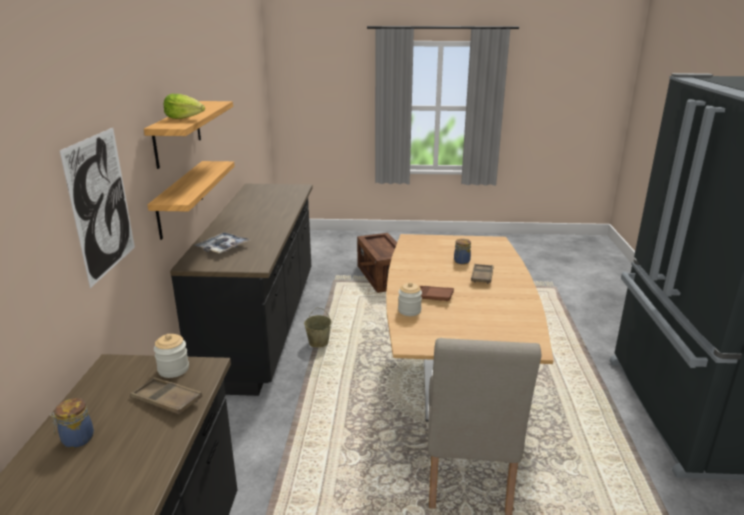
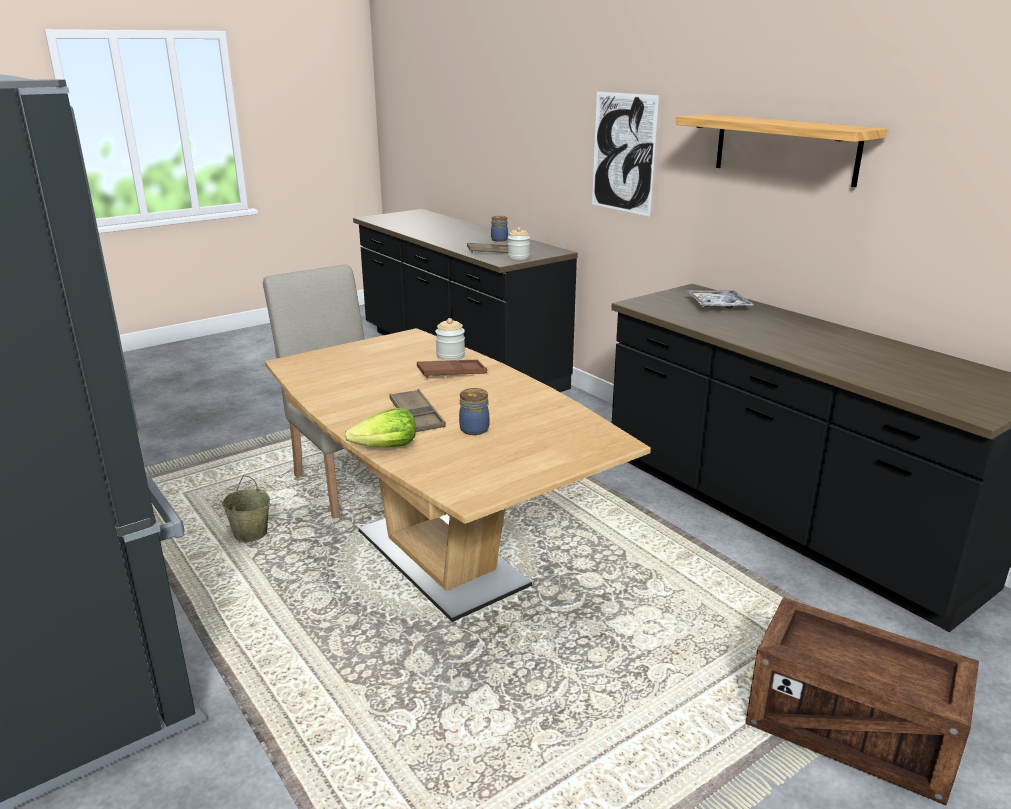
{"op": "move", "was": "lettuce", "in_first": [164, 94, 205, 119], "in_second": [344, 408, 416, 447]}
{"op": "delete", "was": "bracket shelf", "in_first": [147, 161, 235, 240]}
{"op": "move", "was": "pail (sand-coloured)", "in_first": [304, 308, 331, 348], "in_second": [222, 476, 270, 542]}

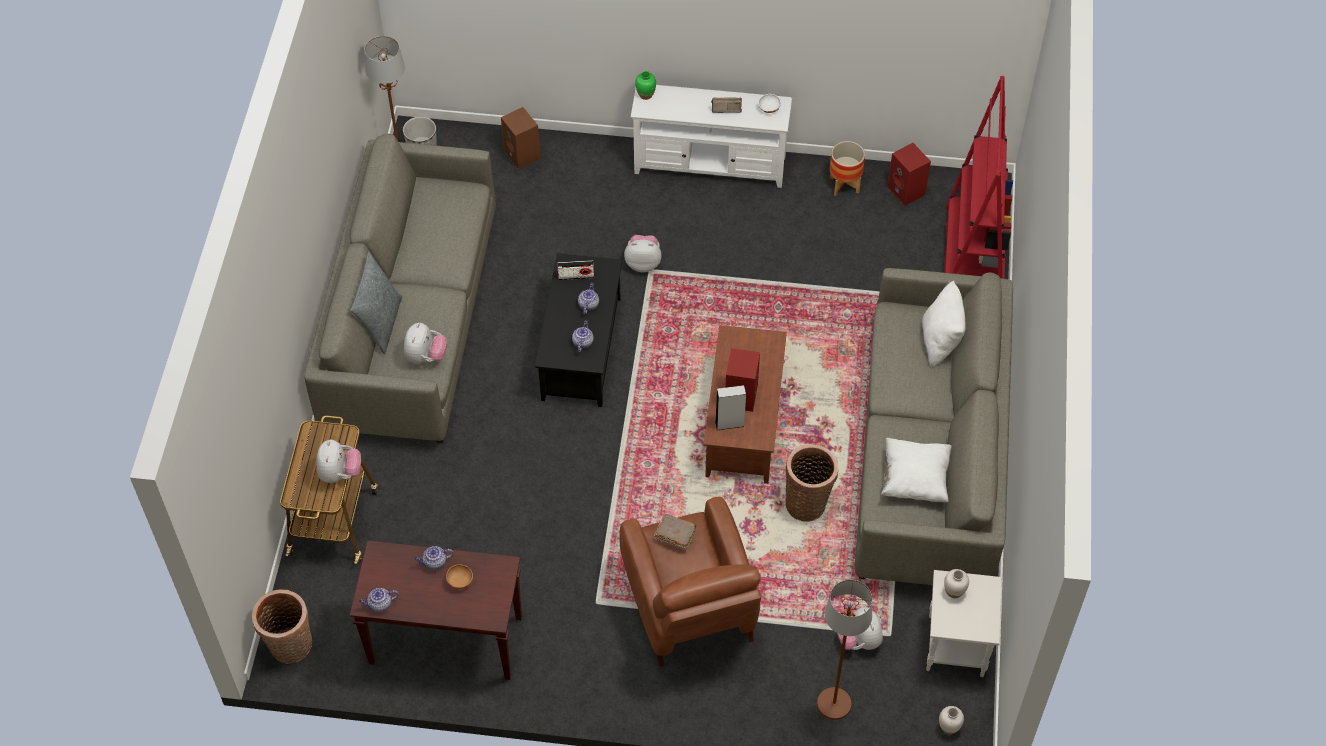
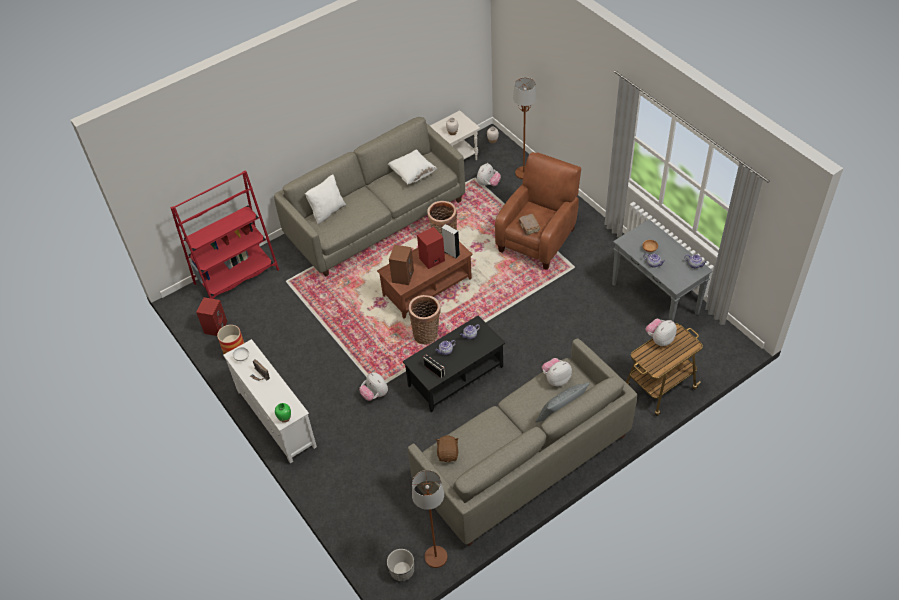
{"op": "move", "was": "audio speaker (brown)", "in_first": [501, 107, 541, 169], "in_second": [389, 245, 414, 285]}
{"op": "recolor", "was": "console table (brown)", "now": "console table (gray)", "in_first": [350, 541, 522, 680], "in_second": [612, 219, 713, 322]}
{"op": "move", "was": "basket", "in_first": [252, 590, 312, 664], "in_second": [408, 295, 440, 344]}
{"op": "insert", "now": "cuddly toy (brown)", "in_second": [436, 435, 459, 462]}

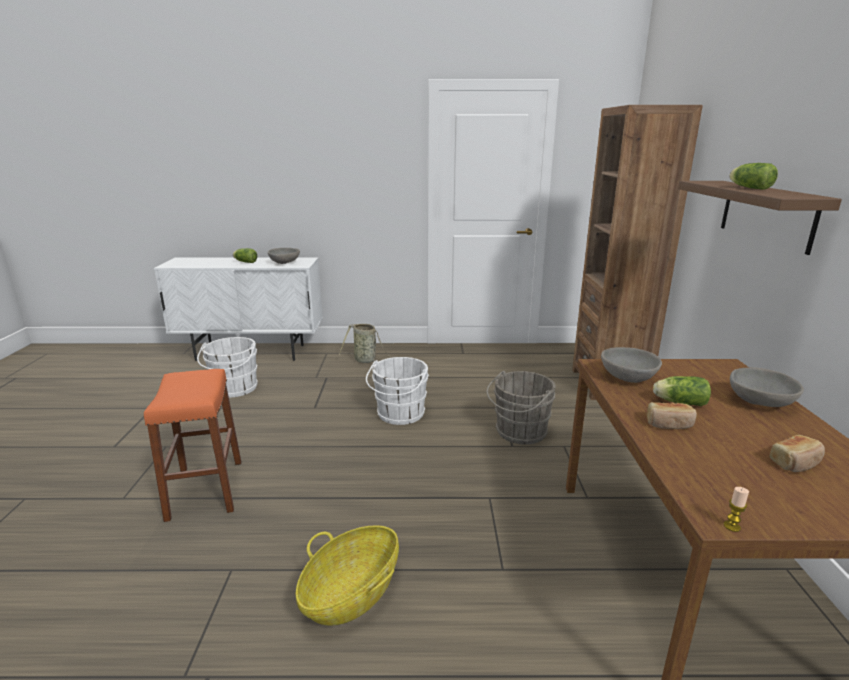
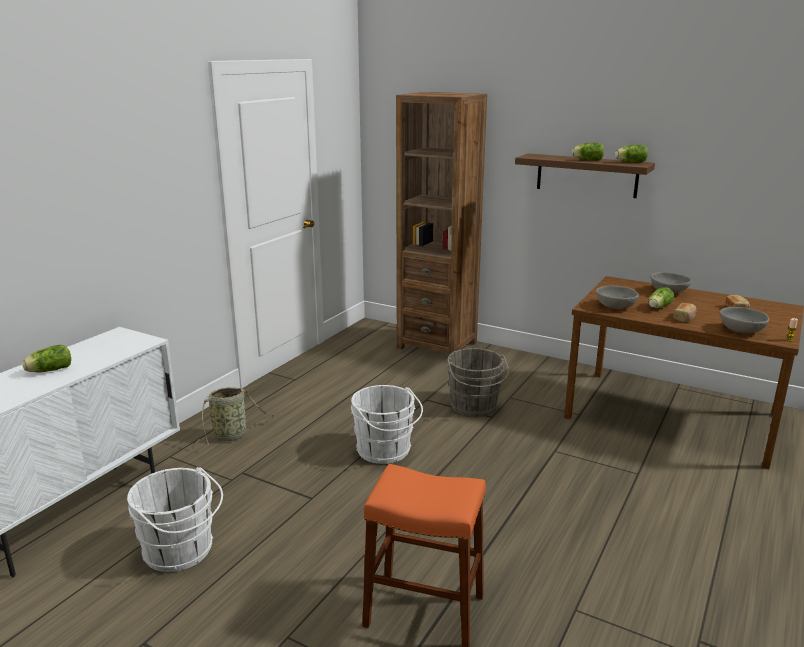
{"op": "move", "was": "serving bowl (gray)", "in_first": [268, 248, 300, 264], "in_second": [720, 307, 769, 333]}
{"op": "delete", "was": "basket", "in_first": [296, 525, 399, 626]}
{"op": "insert", "now": "lettuce", "in_second": [615, 145, 648, 163]}

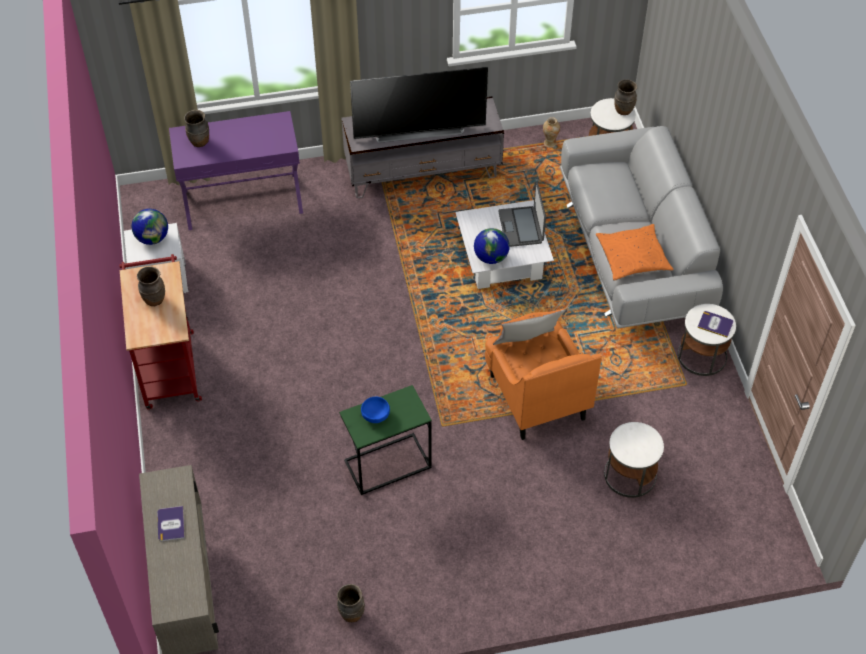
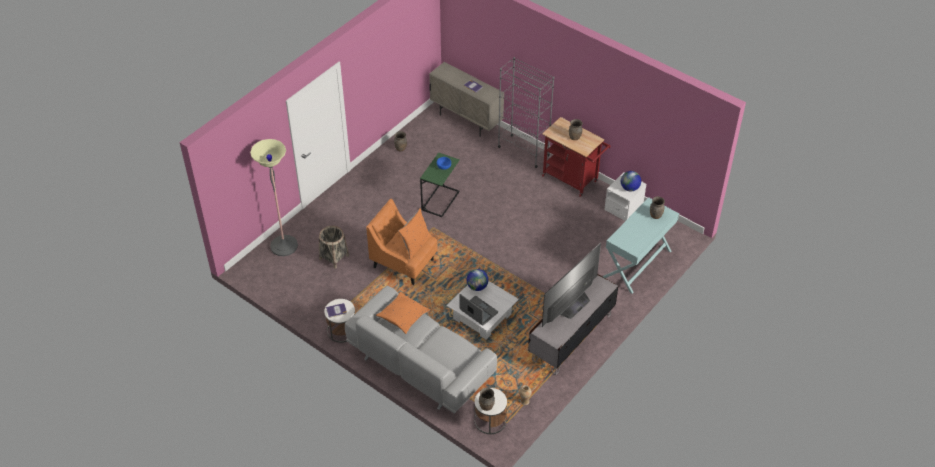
{"op": "recolor", "was": "console table (purple)", "now": "console table (turquoise-coloured)", "in_first": [169, 111, 303, 230], "in_second": [603, 197, 679, 294]}
{"op": "replace", "was": "accent table (white-coloured)", "now": "basket", "in_first": [604, 422, 664, 498], "in_second": [319, 226, 349, 269]}
{"op": "insert", "now": "bookshelf (gray)", "in_second": [498, 57, 554, 168]}
{"op": "insert", "now": "floor lamp", "in_second": [250, 139, 298, 256]}

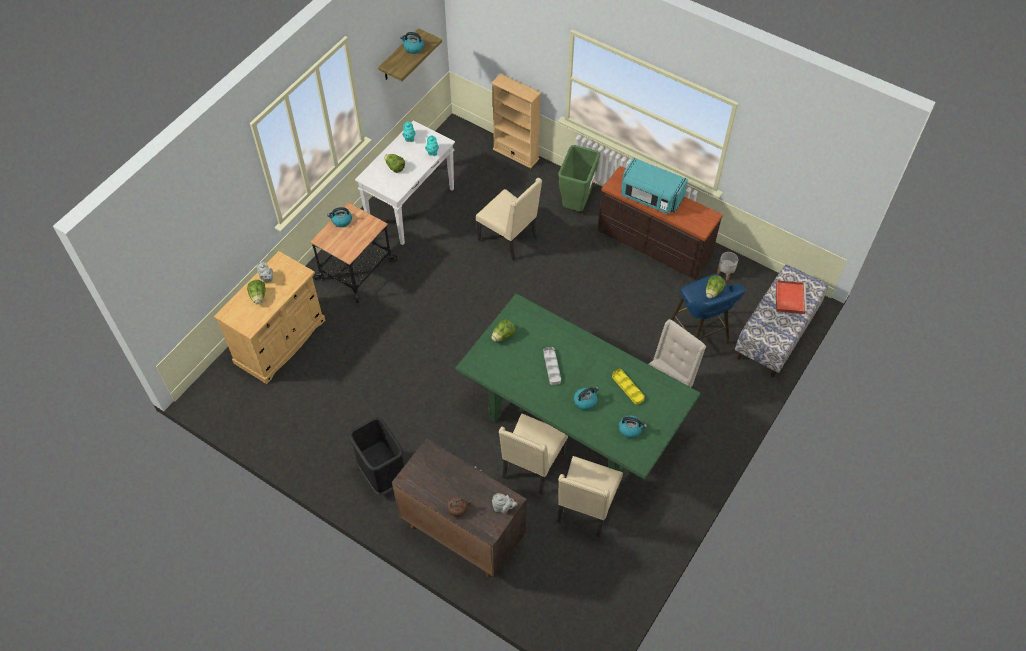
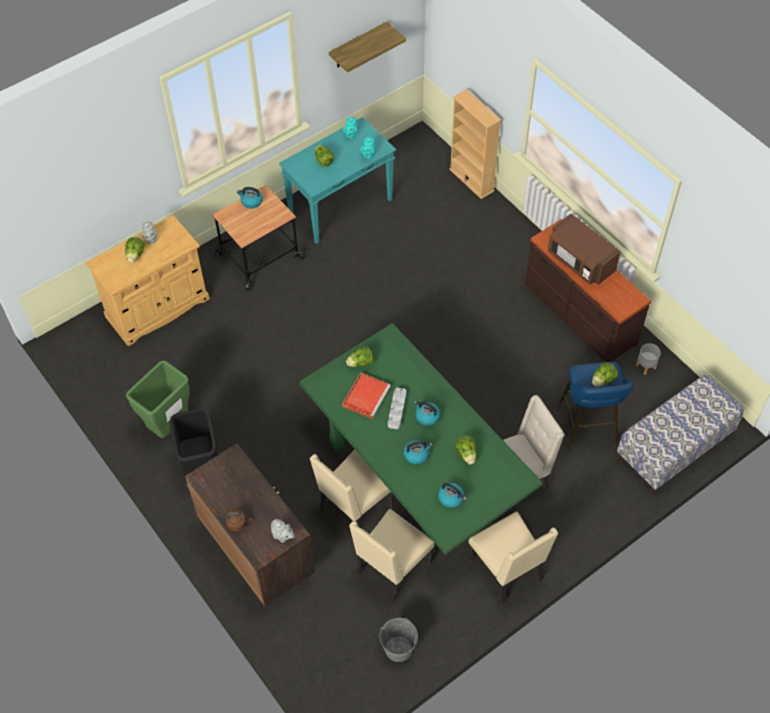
{"op": "move", "was": "water kettle", "in_first": [400, 32, 424, 54], "in_second": [414, 401, 440, 426]}
{"op": "recolor", "was": "console table (white-coloured)", "now": "console table (turquoise-coloured)", "in_first": [355, 121, 455, 245], "in_second": [279, 117, 396, 244]}
{"op": "move", "was": "waste bin (green-coloured)", "in_first": [558, 145, 600, 211], "in_second": [126, 360, 190, 438]}
{"op": "recolor", "was": "kitchen microwave (turquoise-coloured)", "now": "kitchen microwave (brown)", "in_first": [621, 158, 688, 214], "in_second": [548, 214, 621, 285]}
{"op": "move", "was": "chair (sand-coloured)", "in_first": [476, 178, 542, 261], "in_second": [468, 511, 558, 603]}
{"op": "move", "was": "serving tray (reddish)", "in_first": [776, 280, 807, 314], "in_second": [342, 372, 391, 419]}
{"op": "replace", "was": "serving tray (yellow-coloured)", "now": "lettuce", "in_first": [612, 369, 645, 405], "in_second": [455, 436, 477, 465]}
{"op": "insert", "now": "pail (gray)", "in_second": [380, 618, 418, 662]}

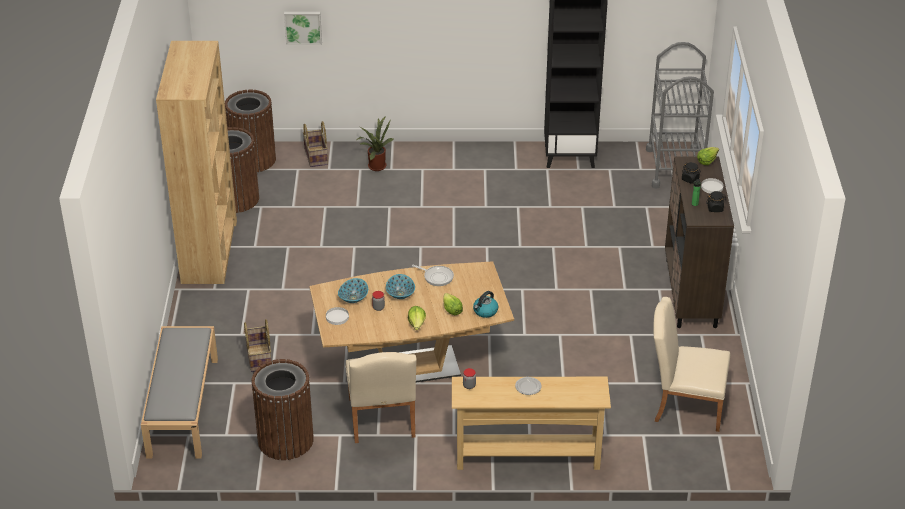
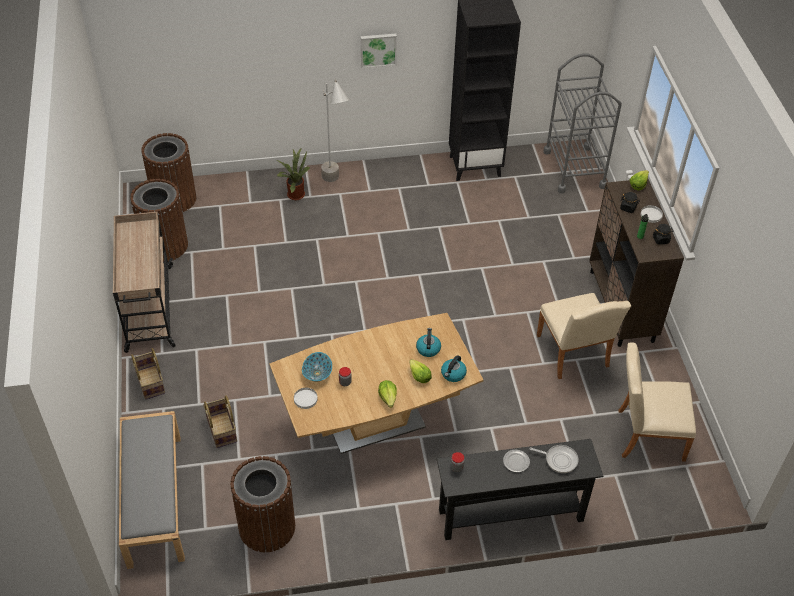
{"op": "move", "was": "picture", "in_first": [284, 12, 322, 45], "in_second": [361, 34, 397, 68]}
{"op": "replace", "was": "bookshelf (brown)", "now": "wheeled cart (sand-coloured)", "in_first": [156, 41, 237, 284], "in_second": [113, 212, 175, 353]}
{"op": "move", "was": "basket", "in_first": [303, 121, 328, 167], "in_second": [131, 348, 165, 400]}
{"op": "move", "was": "frying pan", "in_first": [412, 265, 454, 286], "in_second": [530, 445, 579, 473]}
{"op": "delete", "was": "serving bowl", "in_first": [386, 274, 415, 299]}
{"op": "move", "was": "chair (sand-coloured)", "in_first": [345, 352, 417, 443], "in_second": [537, 293, 631, 379]}
{"op": "recolor", "was": "console table (sand-coloured)", "now": "console table (black)", "in_first": [452, 377, 611, 470], "in_second": [437, 439, 603, 540]}
{"op": "insert", "now": "floor lamp (gray)", "in_second": [321, 79, 349, 182]}
{"op": "insert", "now": "water kettle", "in_second": [416, 328, 441, 357]}

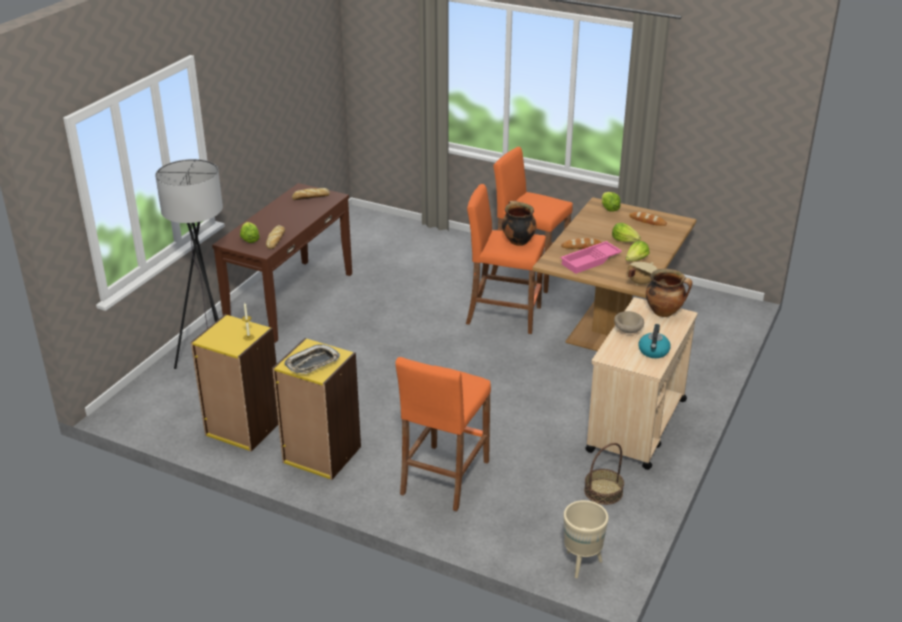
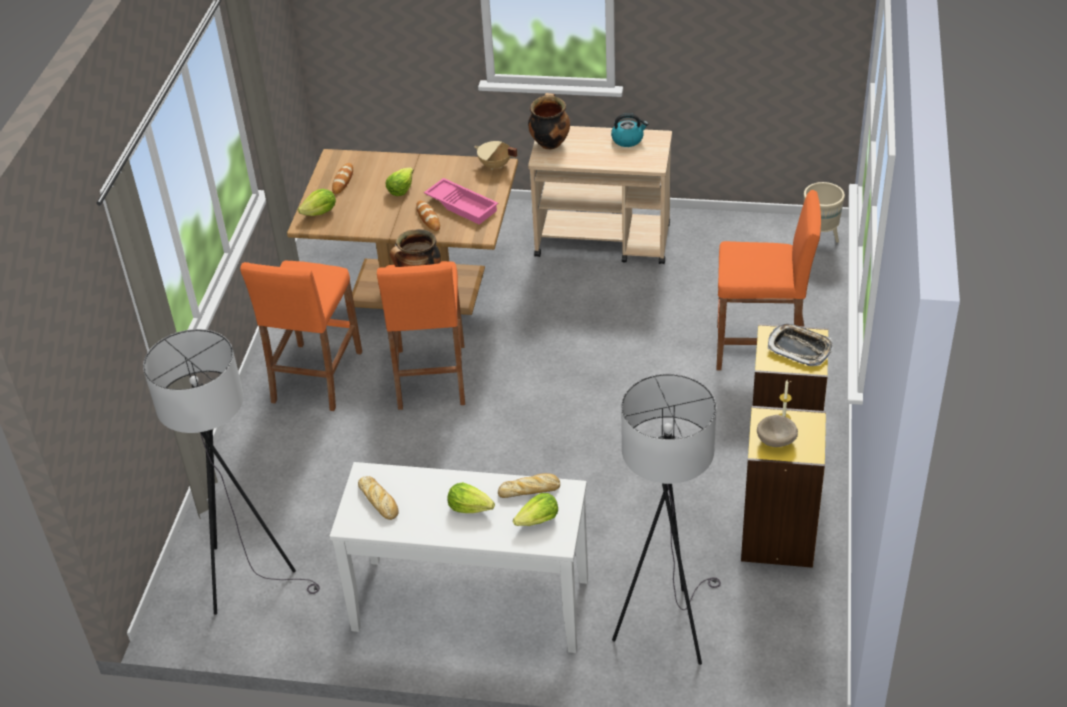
{"op": "recolor", "was": "console table (brown)", "now": "console table (white-coloured)", "in_first": [212, 183, 352, 343], "in_second": [330, 462, 588, 653]}
{"op": "move", "was": "lettuce", "in_first": [625, 241, 650, 261], "in_second": [447, 482, 495, 513]}
{"op": "move", "was": "serving bowl (sand-coloured)", "in_first": [614, 311, 644, 333], "in_second": [757, 415, 798, 447]}
{"op": "delete", "was": "basket", "in_first": [584, 443, 624, 505]}
{"op": "insert", "now": "floor lamp (gray)", "in_second": [143, 329, 320, 615]}

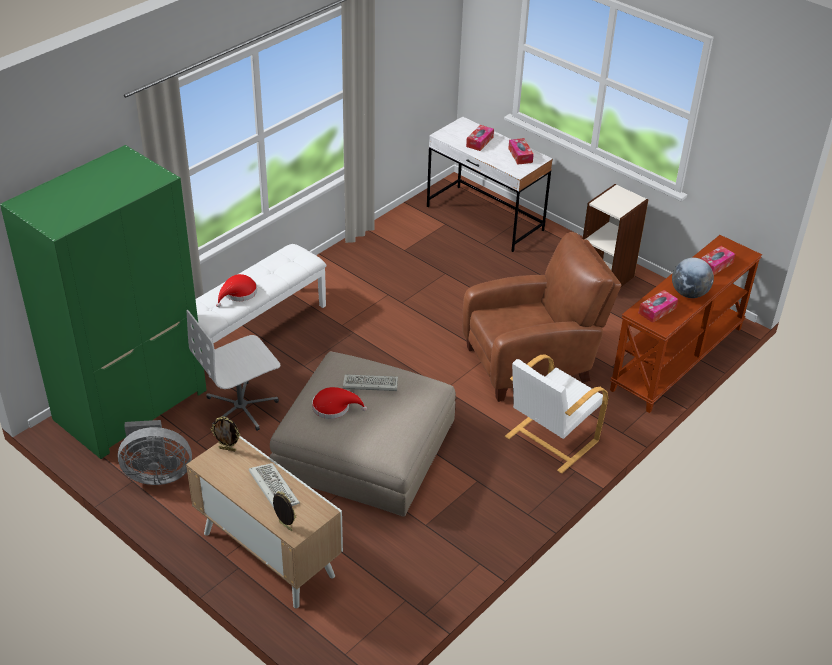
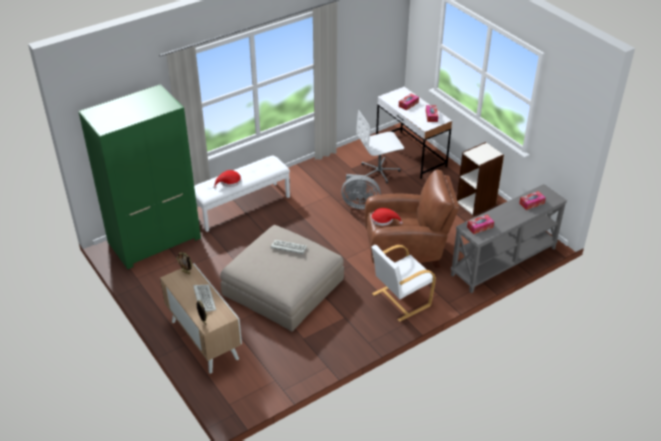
{"op": "recolor", "was": "console table (brown)", "now": "console table (gray)", "in_first": [610, 235, 762, 413], "in_second": [451, 184, 567, 293]}
{"op": "delete", "was": "desk globe", "in_first": [672, 258, 714, 298]}
{"op": "move", "was": "computer chair (white-coloured)", "in_first": [187, 310, 280, 431], "in_second": [356, 110, 404, 183]}
{"op": "move", "was": "wearable hat (reddish)", "in_first": [312, 387, 367, 419], "in_second": [371, 208, 403, 226]}
{"op": "move", "was": "fan (gray)", "in_first": [118, 420, 192, 485], "in_second": [341, 174, 381, 209]}

